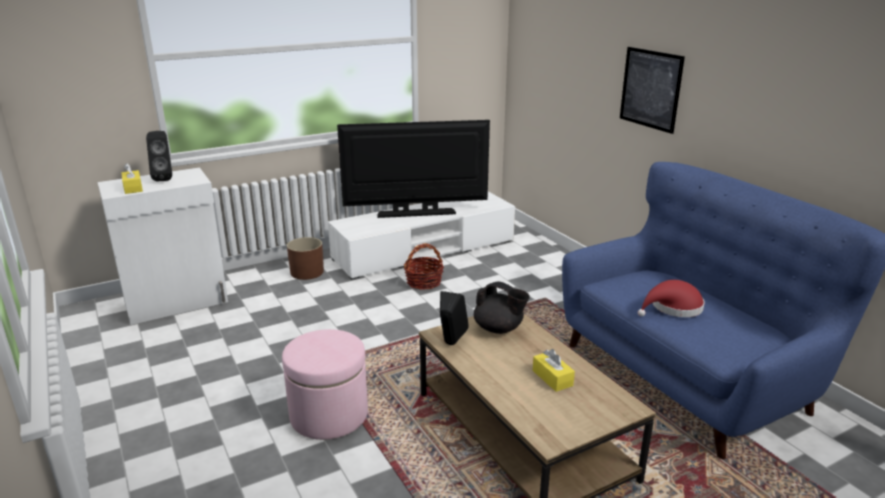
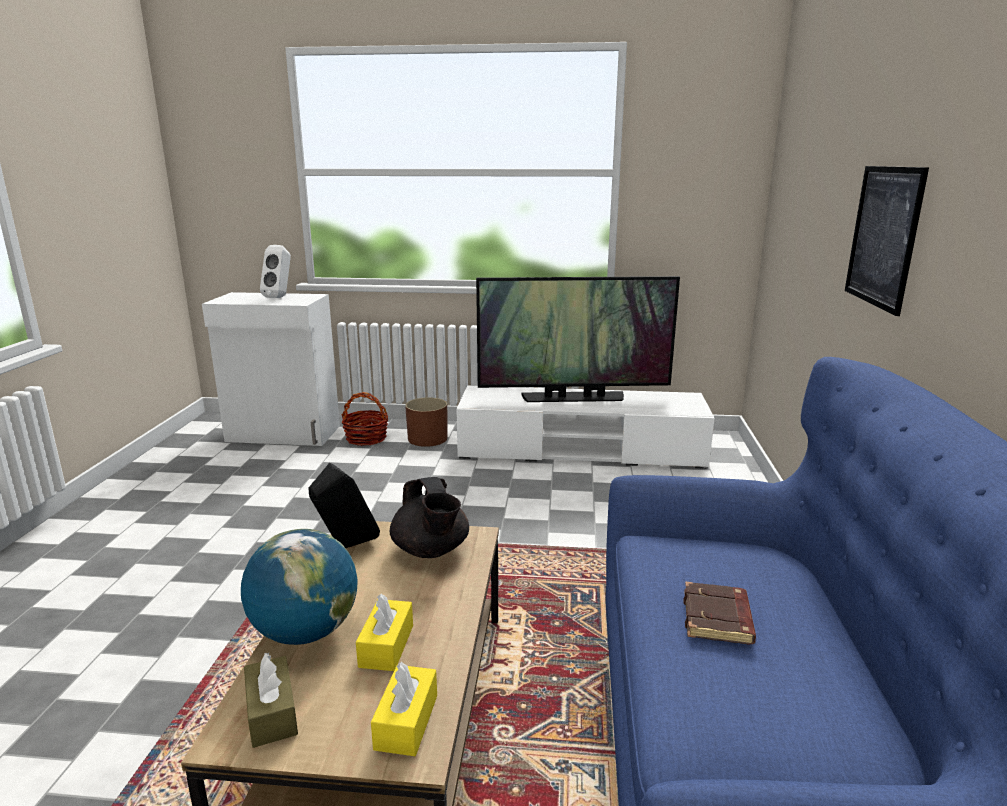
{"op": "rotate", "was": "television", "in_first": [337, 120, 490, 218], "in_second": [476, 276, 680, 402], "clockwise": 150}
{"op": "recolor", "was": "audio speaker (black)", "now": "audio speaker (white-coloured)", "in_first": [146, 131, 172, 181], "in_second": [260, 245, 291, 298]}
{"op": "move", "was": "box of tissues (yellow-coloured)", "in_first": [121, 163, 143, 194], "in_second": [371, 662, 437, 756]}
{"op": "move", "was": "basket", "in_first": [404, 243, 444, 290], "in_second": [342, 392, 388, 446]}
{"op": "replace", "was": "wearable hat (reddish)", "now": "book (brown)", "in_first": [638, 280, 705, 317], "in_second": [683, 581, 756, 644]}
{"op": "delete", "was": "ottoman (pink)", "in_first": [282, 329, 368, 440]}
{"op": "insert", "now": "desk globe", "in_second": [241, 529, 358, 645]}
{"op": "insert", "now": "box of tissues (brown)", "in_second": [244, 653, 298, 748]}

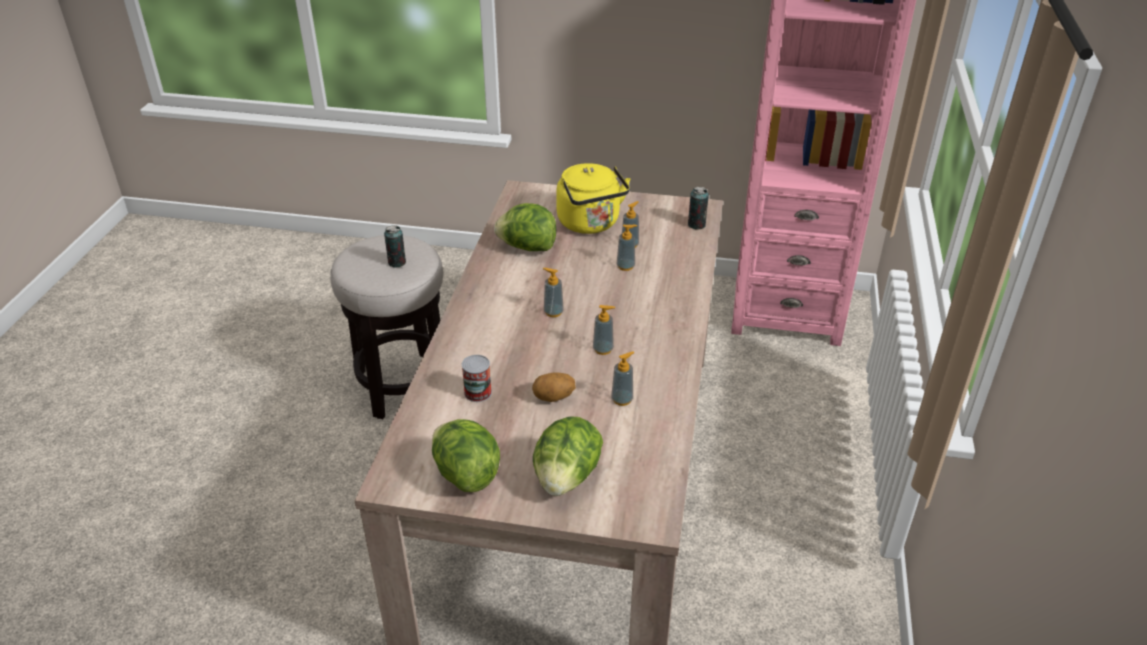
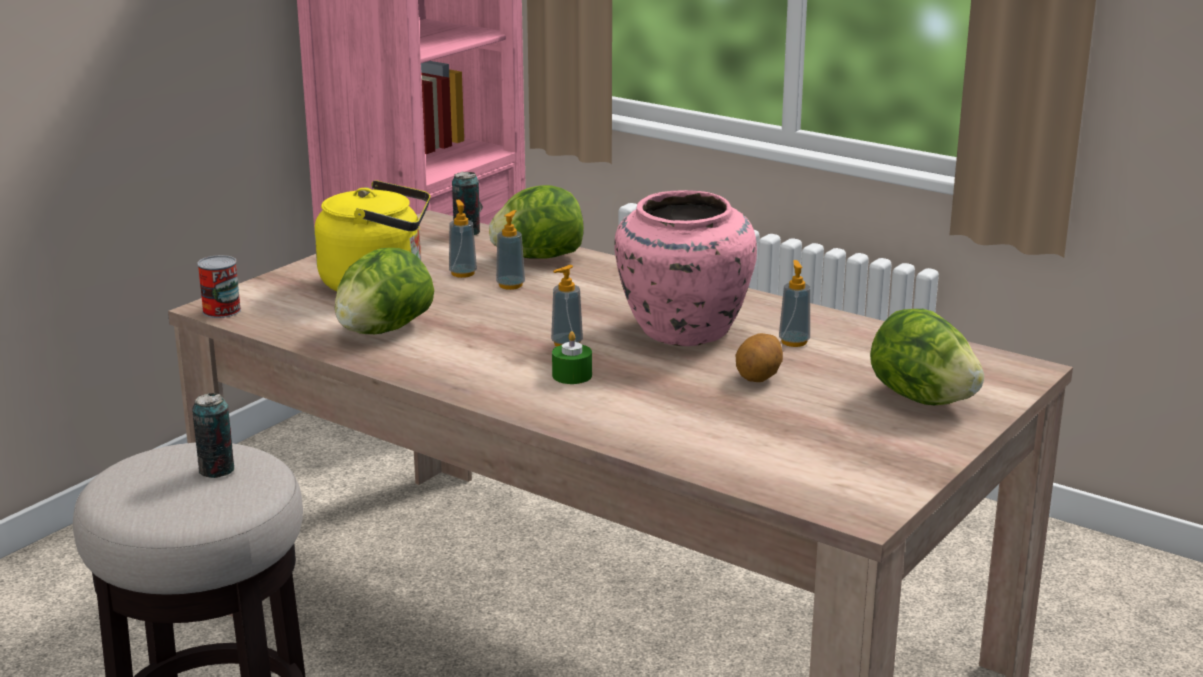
{"op": "replace", "was": "liquid soap bottle", "now": "decorative vase (pink)", "in_first": [593, 305, 615, 355], "in_second": [614, 190, 757, 346]}
{"op": "move", "was": "can", "in_first": [462, 355, 492, 402], "in_second": [197, 255, 241, 318]}
{"op": "move", "was": "lettuce", "in_first": [432, 419, 500, 492], "in_second": [489, 185, 584, 259]}
{"op": "insert", "now": "wax light (green-coloured)", "in_second": [552, 331, 592, 384]}

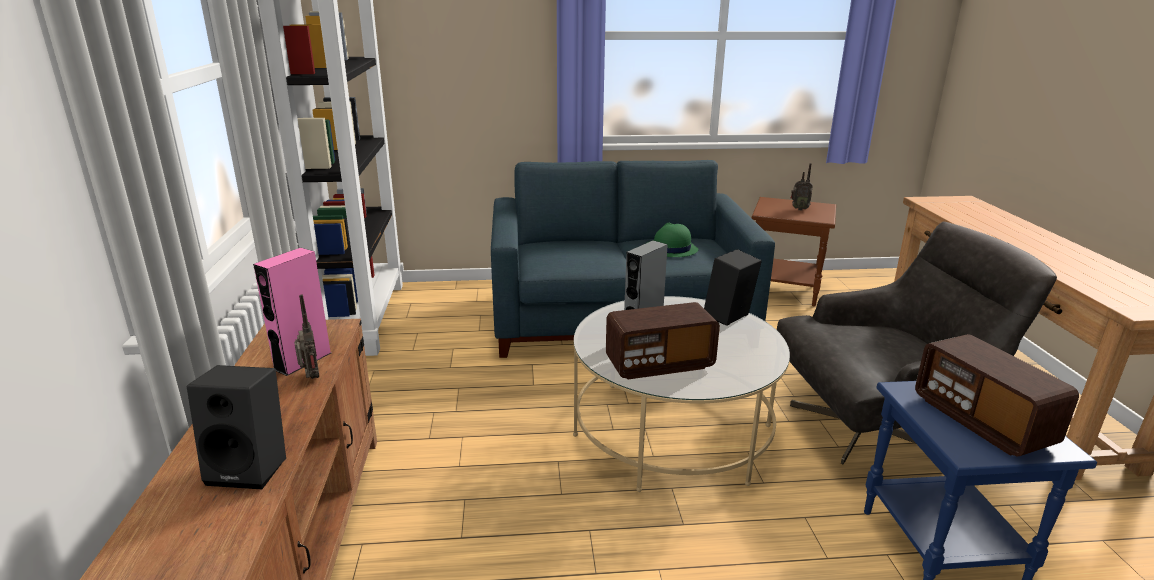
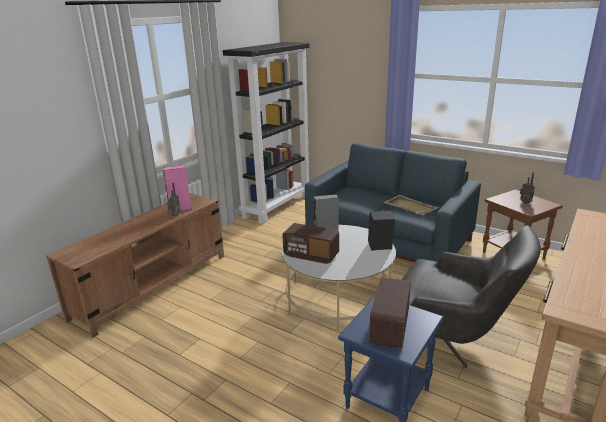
{"op": "replace", "was": "wearable hat (green-coloured)", "now": "serving tray (sand-coloured)", "in_first": [645, 223, 698, 257], "in_second": [383, 195, 439, 216]}
{"op": "delete", "was": "audio speaker (black)", "in_first": [187, 365, 286, 489]}

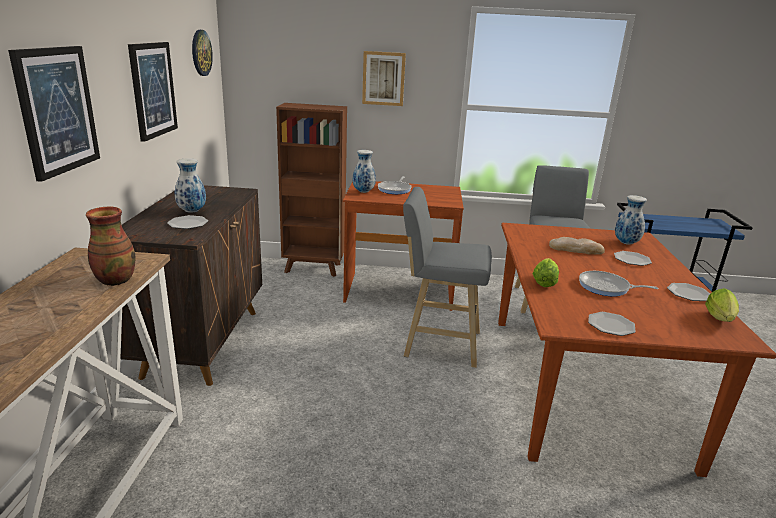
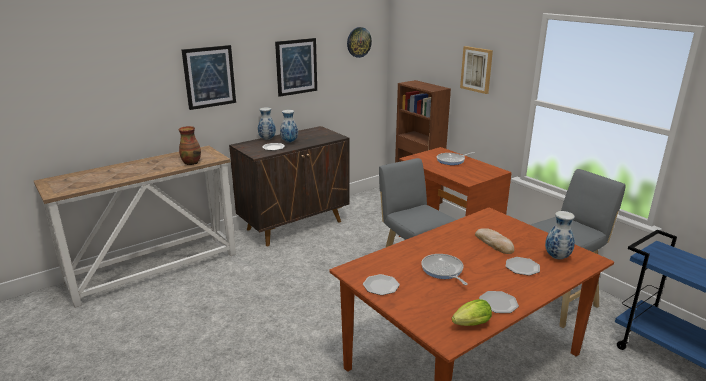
{"op": "move", "was": "decorative vase", "in_first": [353, 150, 376, 193], "in_second": [258, 107, 276, 140]}
{"op": "delete", "was": "lettuce", "in_first": [533, 258, 559, 287]}

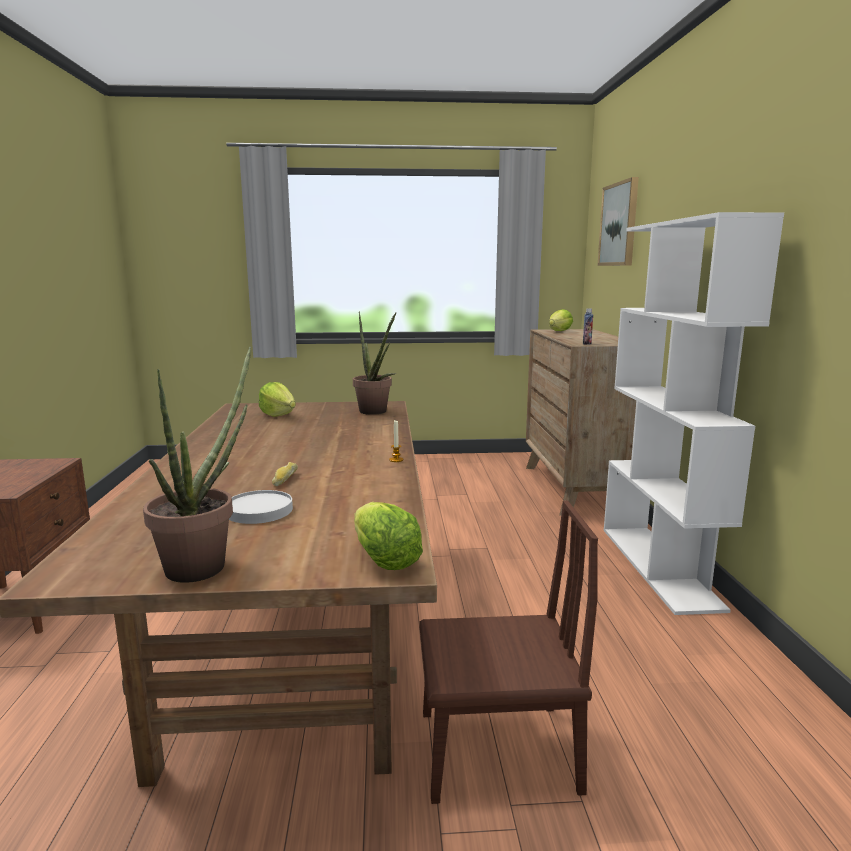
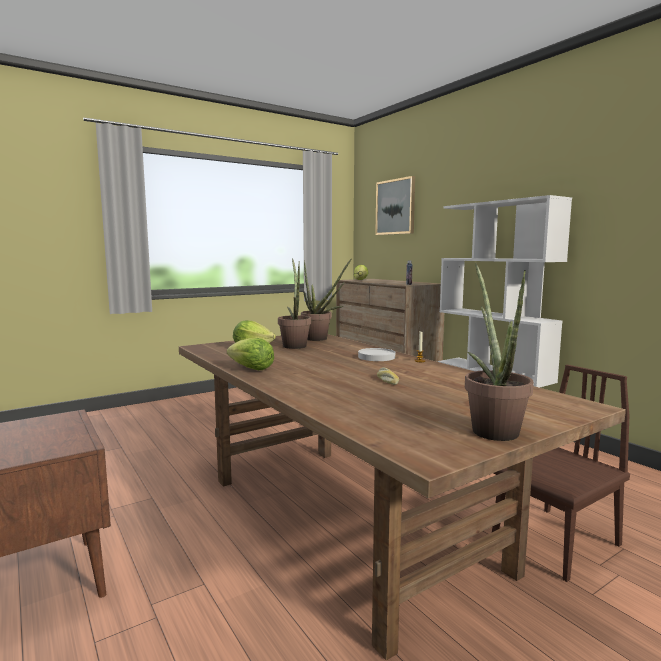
{"op": "move", "was": "plate (white-coloured)", "in_first": [229, 490, 293, 524], "in_second": [358, 348, 395, 361]}
{"op": "move", "was": "lettuce", "in_first": [354, 502, 423, 570], "in_second": [227, 338, 274, 370]}
{"op": "insert", "now": "houseplant", "in_second": [278, 258, 311, 349]}

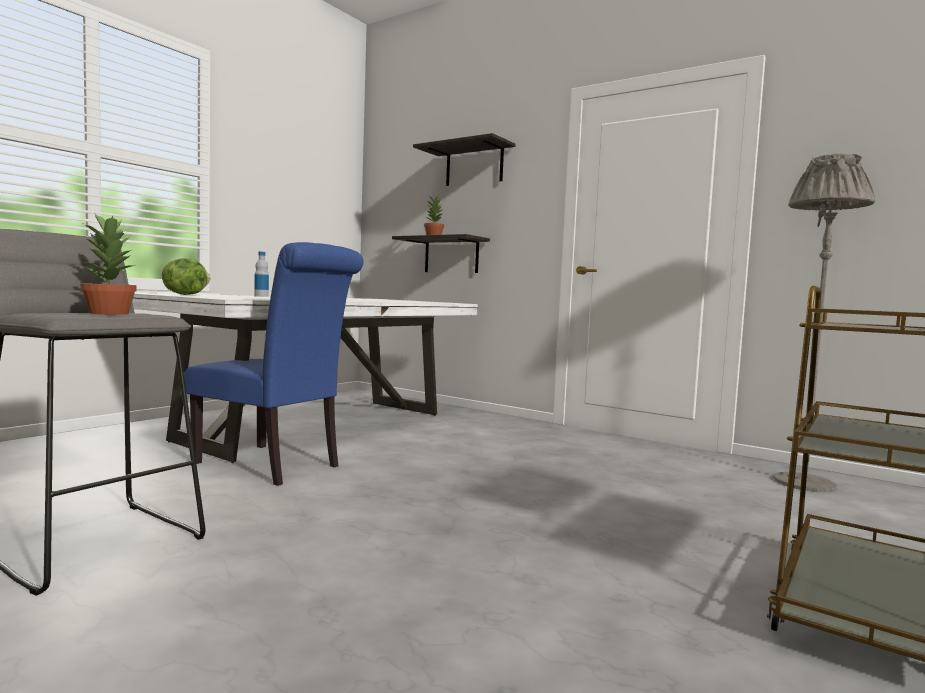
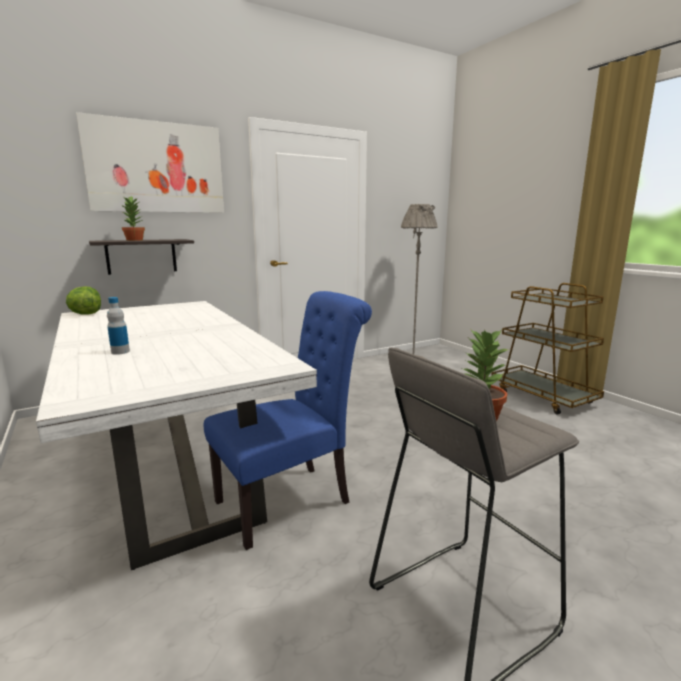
{"op": "replace", "was": "bracket shelf", "now": "picture", "in_first": [413, 133, 516, 186], "in_second": [76, 112, 224, 213]}
{"op": "move", "was": "lettuce", "in_first": [162, 258, 210, 295], "in_second": [66, 286, 101, 315]}

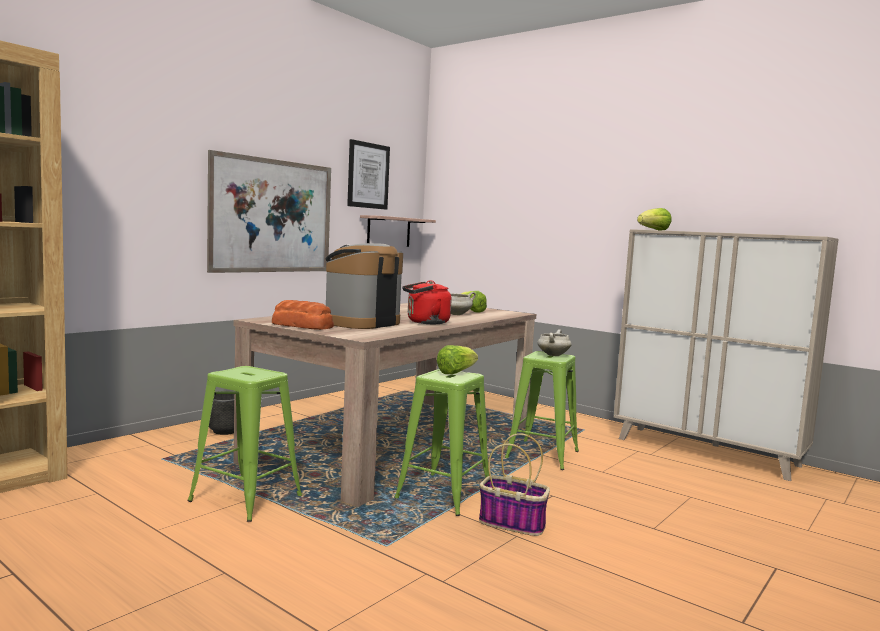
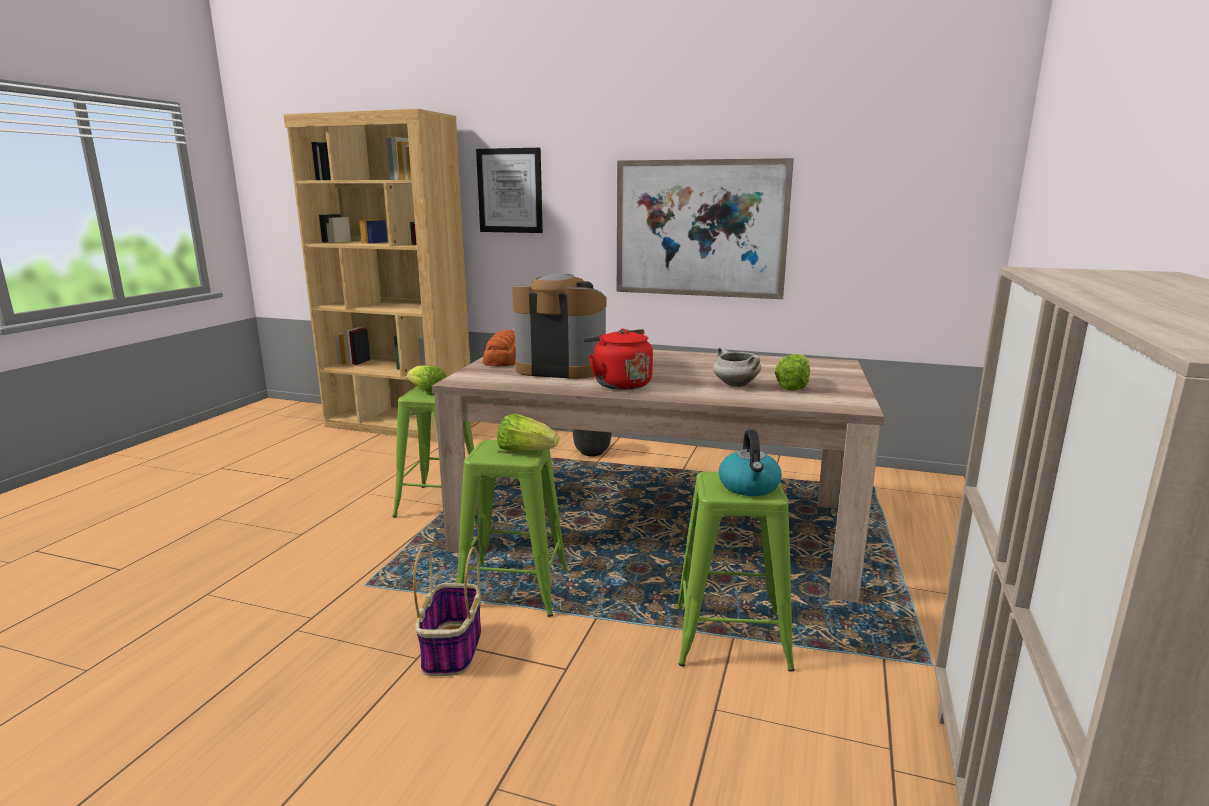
{"op": "move", "was": "picture", "in_first": [347, 139, 390, 210], "in_second": [476, 148, 543, 233]}
{"op": "move", "was": "lettuce", "in_first": [637, 208, 672, 230], "in_second": [407, 365, 446, 395]}
{"op": "delete", "was": "bracket shelf", "in_first": [360, 215, 436, 247]}
{"op": "replace", "was": "saucepot (white-coloured)", "now": "water kettle", "in_first": [537, 329, 572, 356], "in_second": [719, 429, 782, 496]}

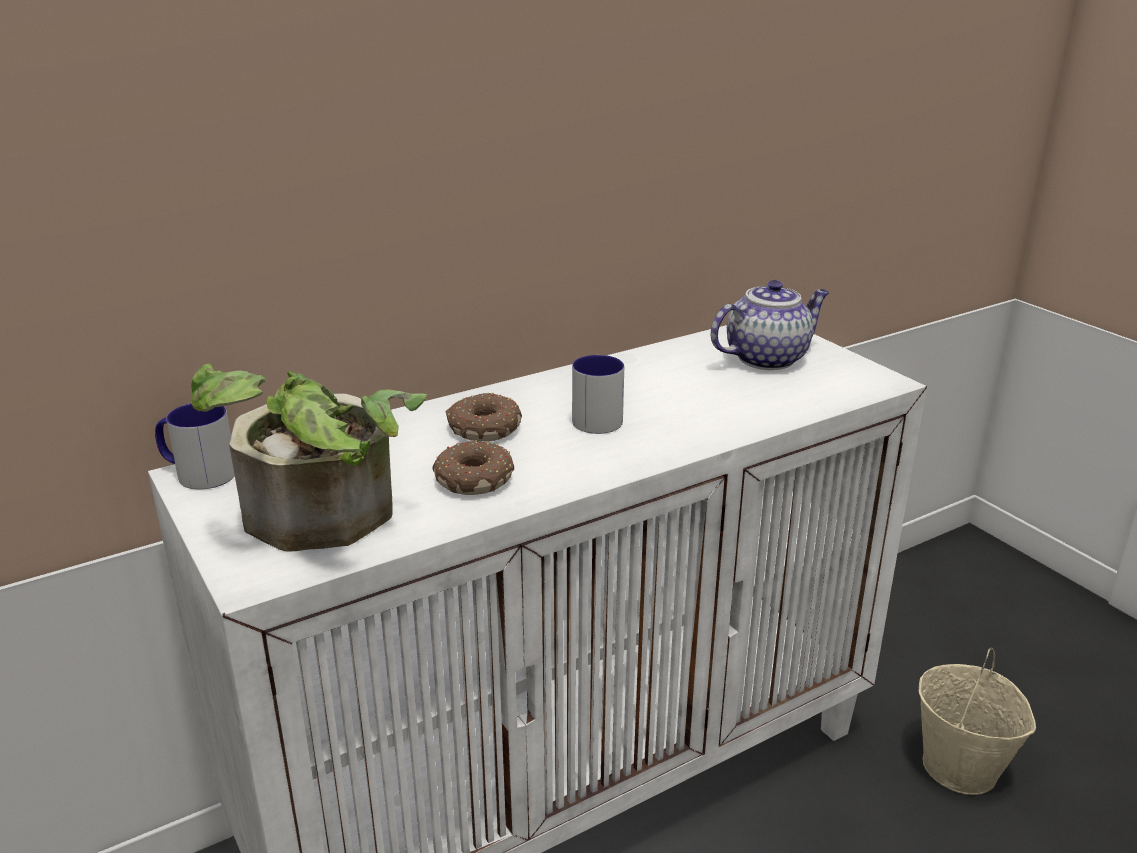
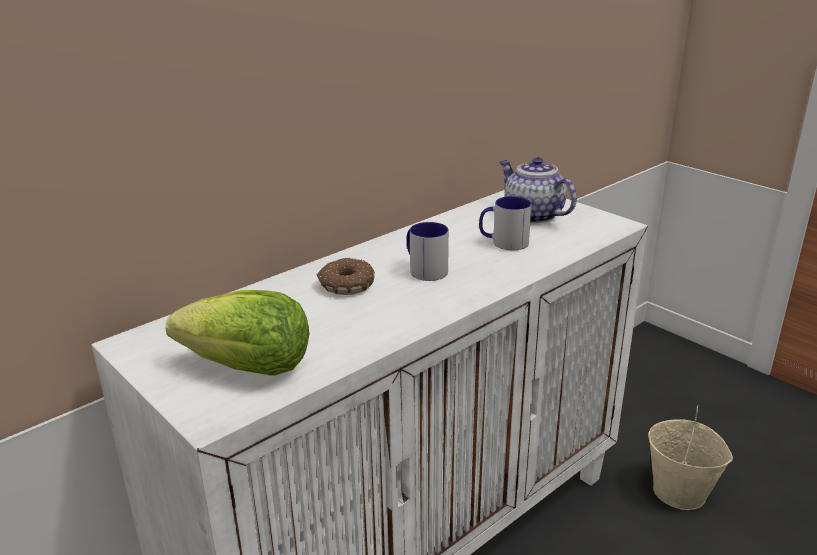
{"op": "rotate", "was": "pot for tea", "in_first": [711, 280, 830, 370], "in_second": [500, 157, 577, 223], "clockwise": -90}
{"op": "replace", "was": "houseplant", "now": "lettuce", "in_first": [190, 363, 427, 552], "in_second": [165, 290, 309, 376]}
{"op": "move", "was": "coffee mug", "in_first": [155, 403, 235, 490], "in_second": [479, 196, 532, 250]}
{"op": "delete", "was": "doughnut", "in_first": [432, 440, 514, 495]}

